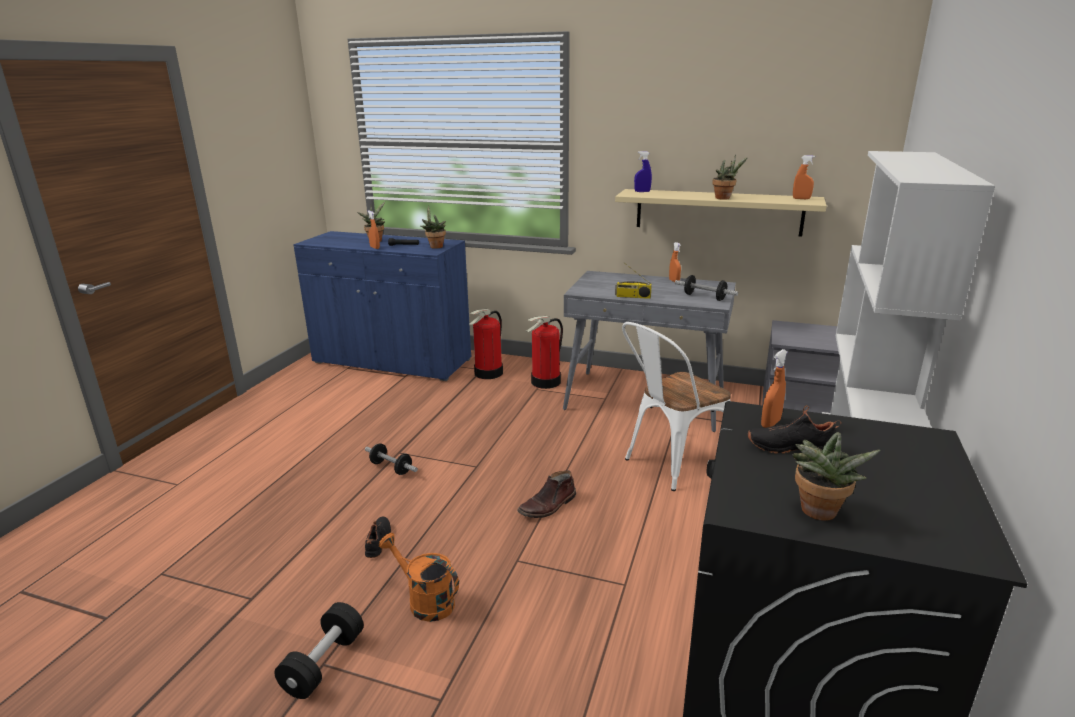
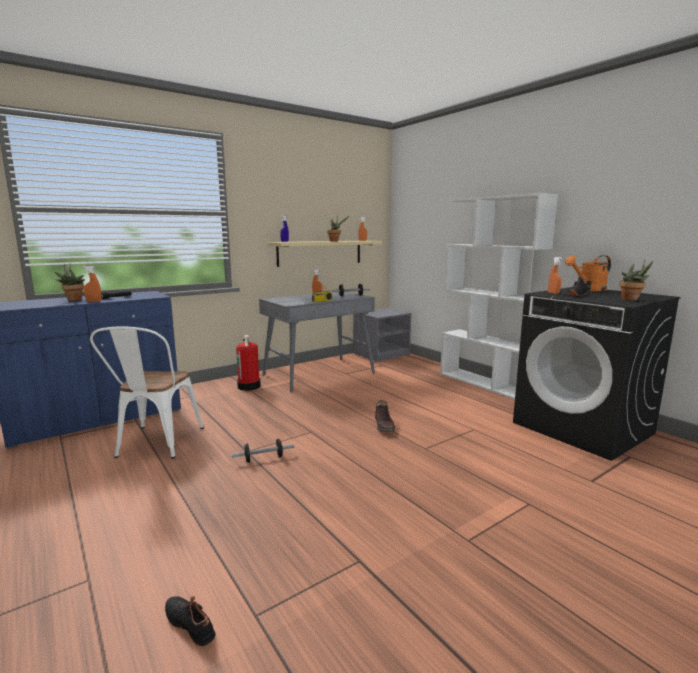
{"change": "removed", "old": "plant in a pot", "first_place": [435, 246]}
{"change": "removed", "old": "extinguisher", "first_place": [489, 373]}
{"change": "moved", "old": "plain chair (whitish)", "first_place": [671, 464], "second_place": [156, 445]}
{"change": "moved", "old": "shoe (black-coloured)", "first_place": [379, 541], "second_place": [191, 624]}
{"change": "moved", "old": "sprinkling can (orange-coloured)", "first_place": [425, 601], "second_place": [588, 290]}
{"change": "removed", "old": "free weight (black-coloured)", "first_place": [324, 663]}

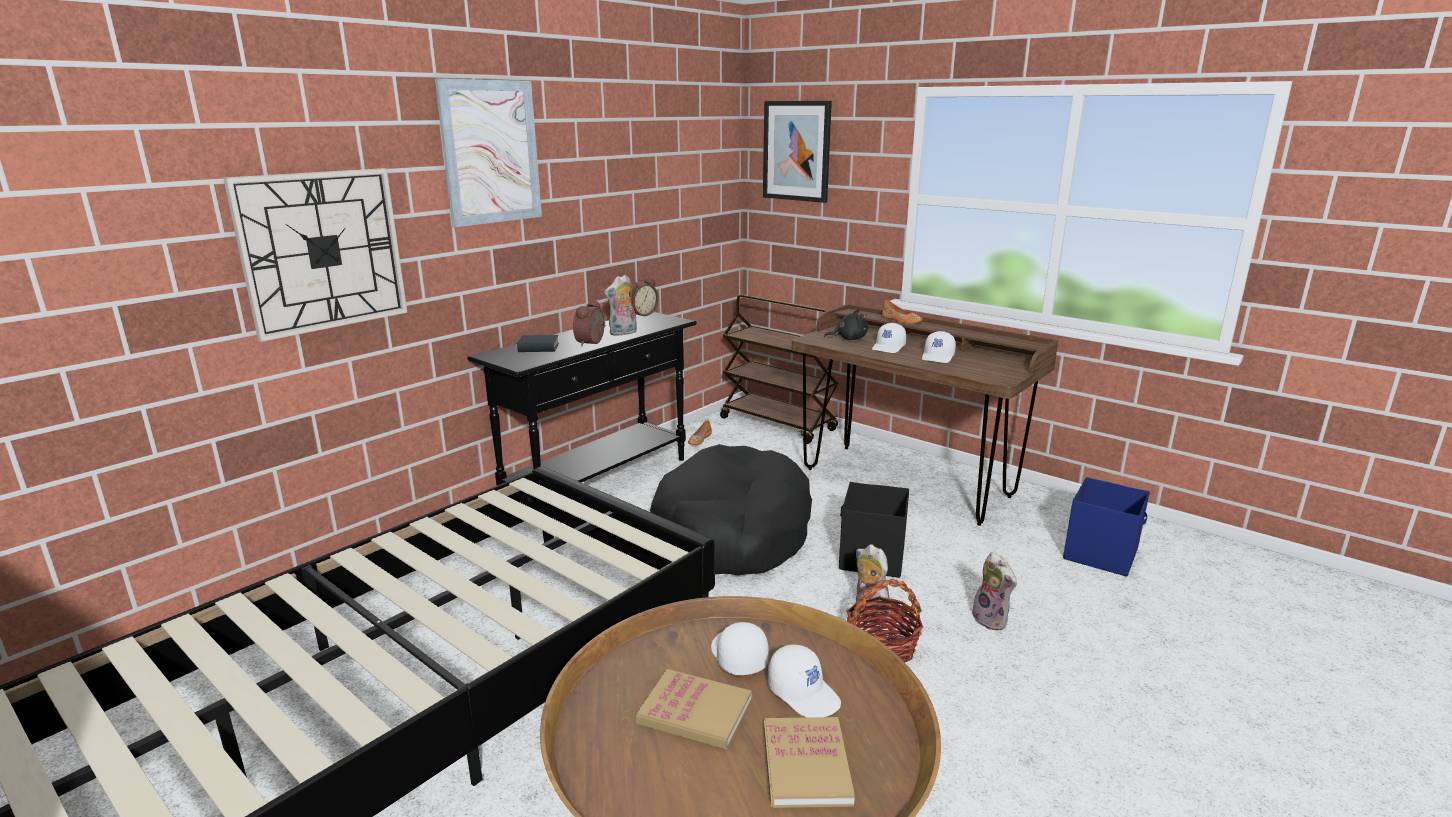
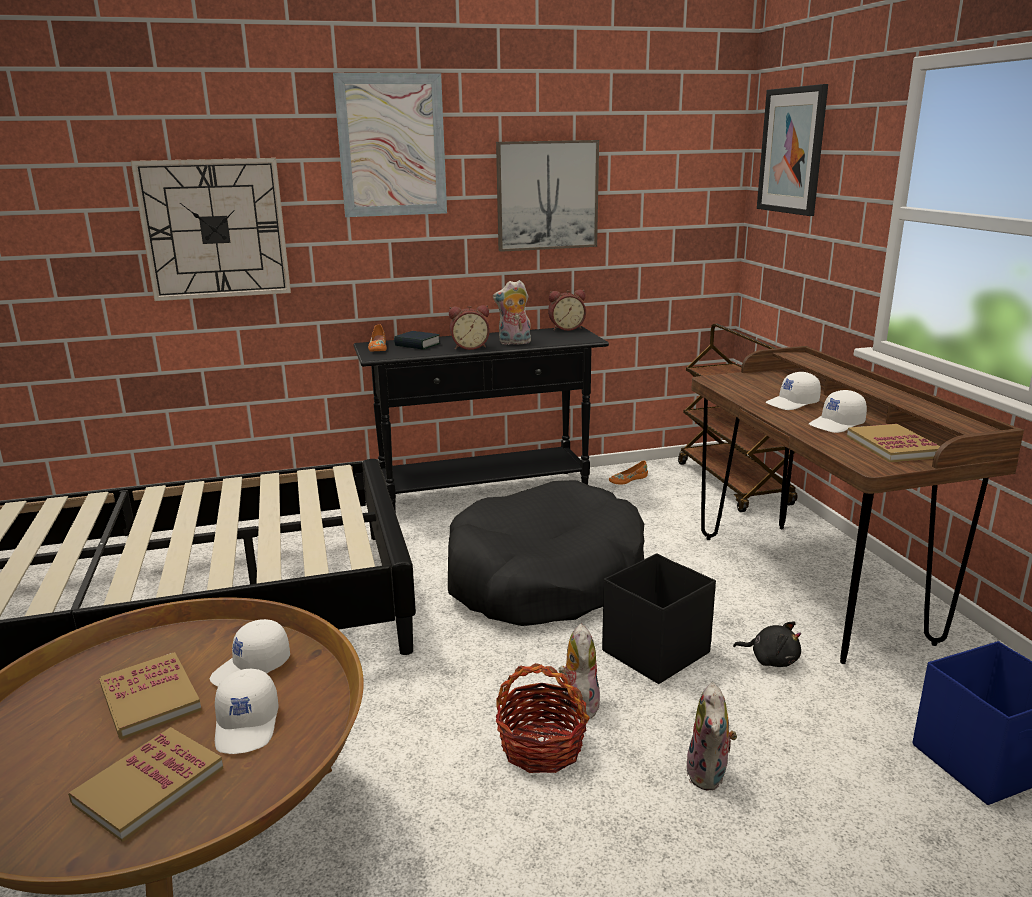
{"change": "turned", "old": "bedside clock", "first_place": [592, 343], "second_place": [469, 347], "degrees": -150}
{"change": "moved", "old": "shoe (orange-coloured)", "first_place": [901, 320], "second_place": [377, 348]}
{"change": "moved", "old": "plush toy (black-coloured)", "first_place": [849, 338], "second_place": [771, 659]}
{"change": "turned", "old": "peaked cap (whitish)", "first_place": [737, 656], "second_place": [252, 668], "degrees": -150}
{"change": "added", "new": "wall picture", "second_place": [547, 195]}
{"change": "added", "new": "bound book", "second_place": [893, 446]}

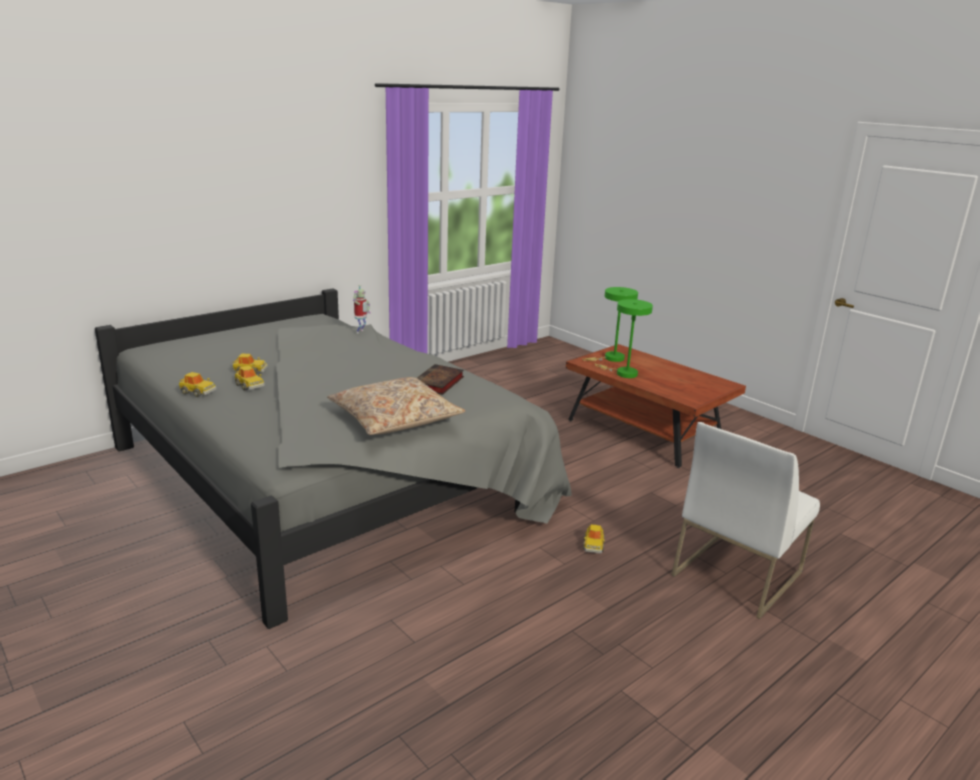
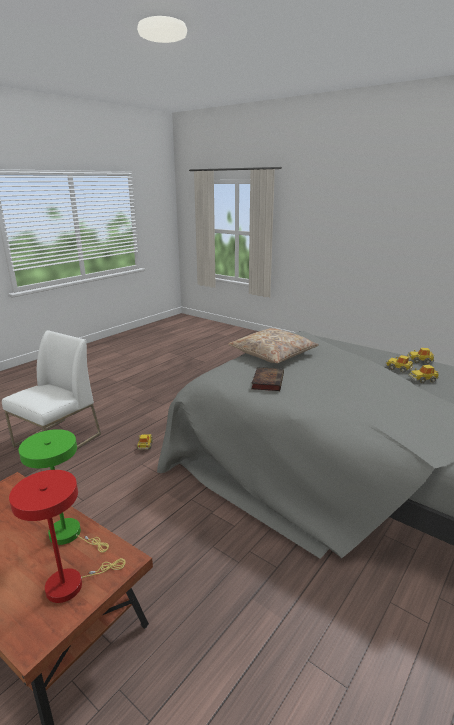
{"change": "removed", "old": "model robot", "first_place": [361, 332]}
{"change": "recoloured", "old": "lamp for a table (green-coloured)", "new": "lamp for a table (red-coloured)", "first_place": [611, 358], "second_place": [71, 584]}

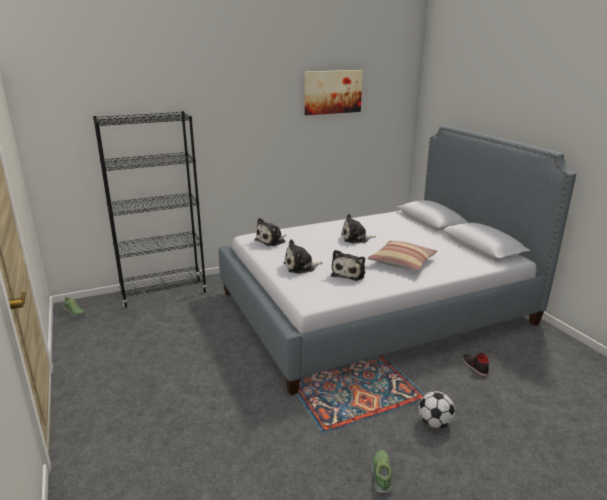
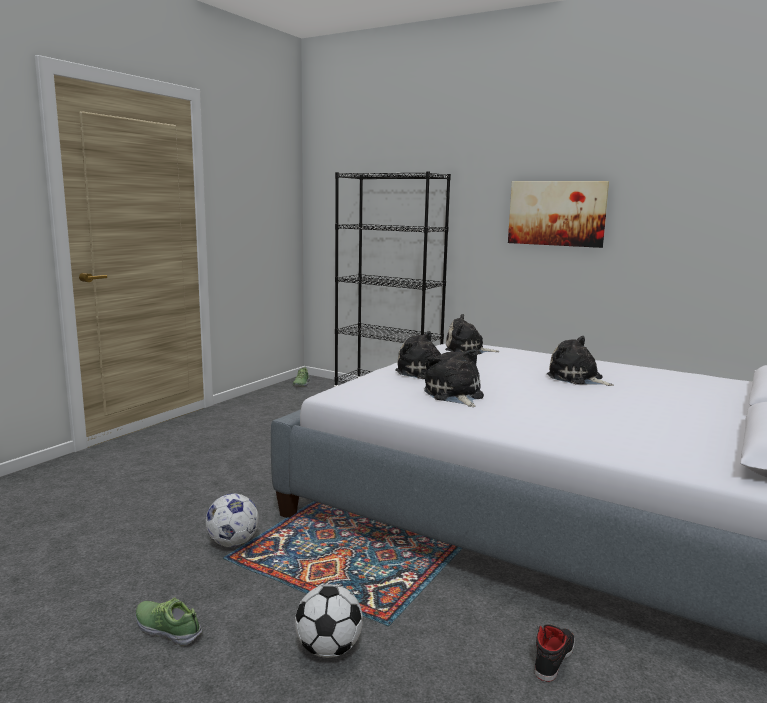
{"change": "moved", "old": "wall picture", "first_place": [332, 92], "second_place": [557, 213]}
{"change": "removed", "old": "throw pillow", "first_place": [402, 262]}
{"change": "turned", "old": "plush toy", "first_place": [349, 273], "second_place": [454, 395], "degrees": 90}
{"change": "turned", "old": "shoe", "first_place": [382, 475], "second_place": [167, 629], "degrees": -120}
{"change": "added", "new": "football", "second_place": [233, 543]}

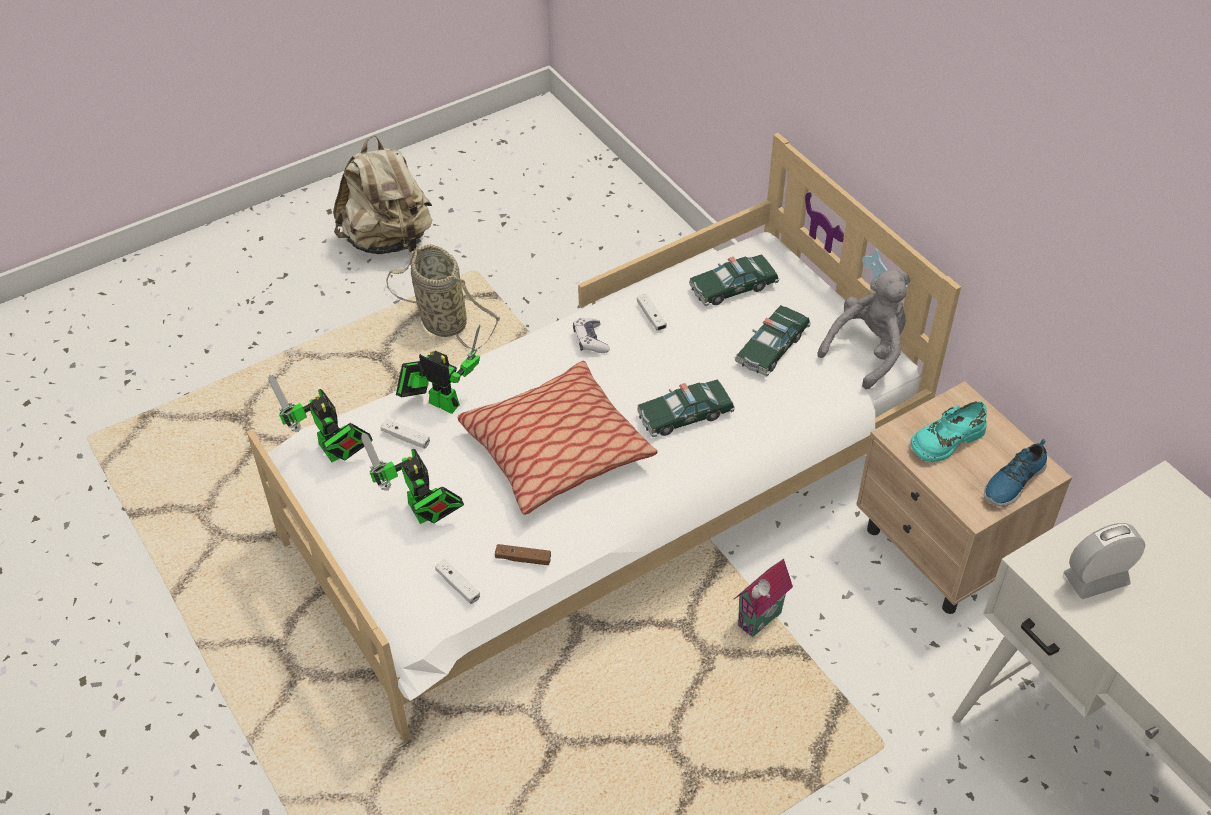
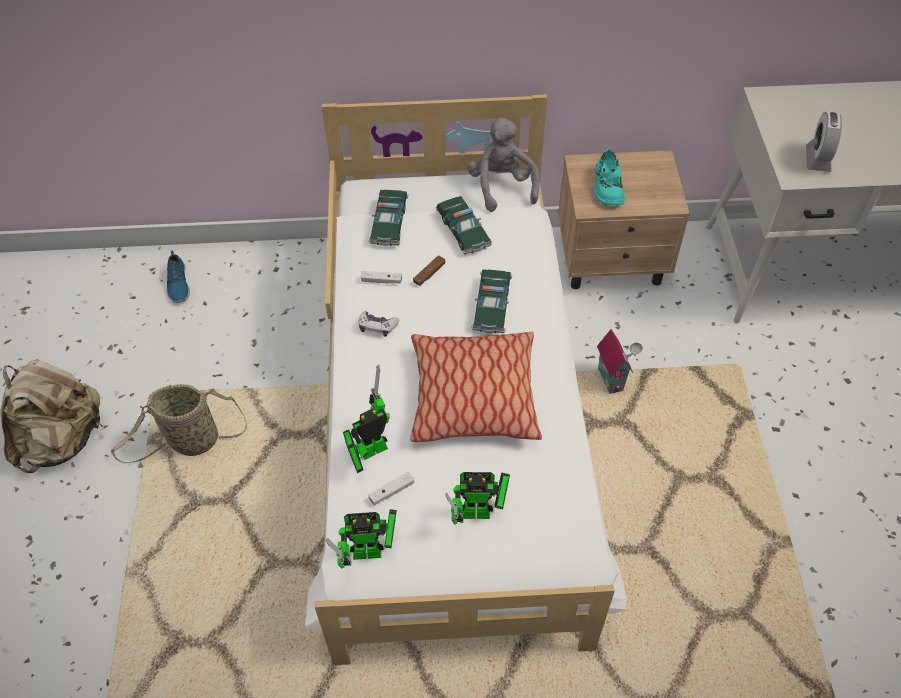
{"change": "moved", "old": "shoe", "first_place": [1012, 481], "second_place": [177, 284]}
{"change": "moved", "old": "game controller (brownish)", "first_place": [523, 559], "second_place": [429, 274]}
{"change": "removed", "old": "game controller (whitish)", "first_place": [458, 585]}

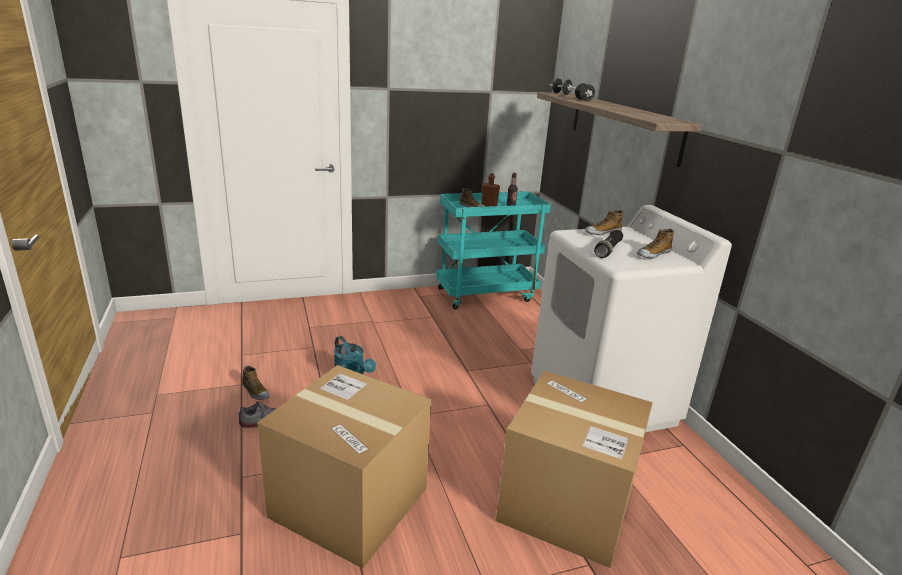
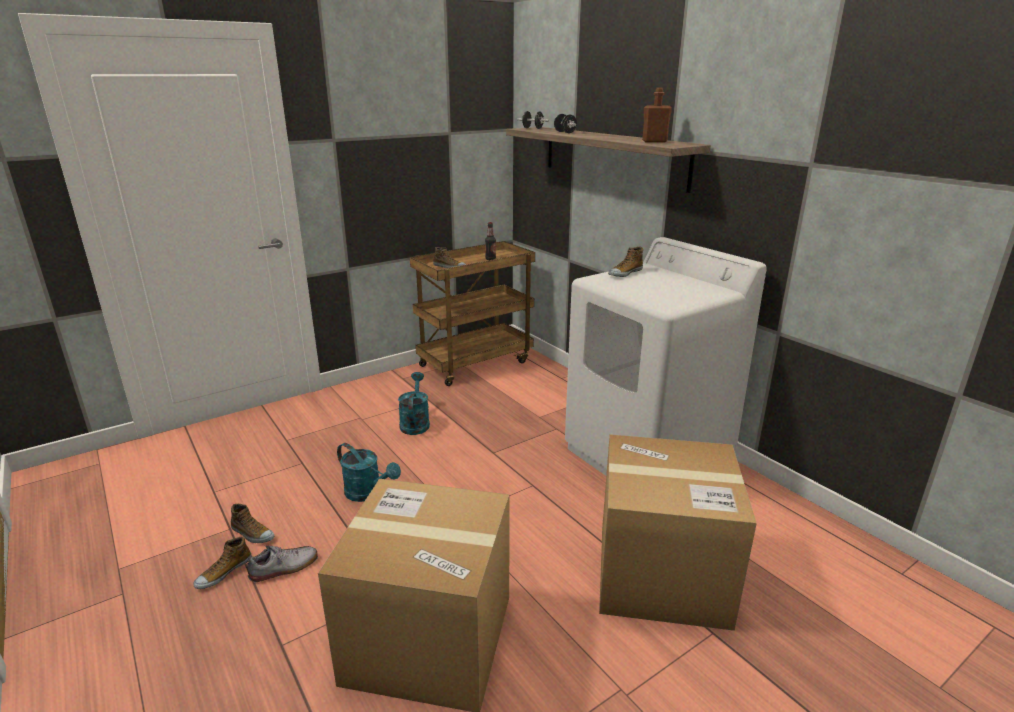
{"change": "moved", "old": "drink bottle (brownish)", "first_place": [489, 206], "second_place": [654, 141]}
{"change": "recoloured", "old": "wheeled cart (turquoise)", "new": "wheeled cart (brownish)", "first_place": [486, 294], "second_place": [475, 363]}
{"change": "moved", "old": "shoe", "first_place": [653, 254], "second_place": [223, 572]}
{"change": "removed", "old": "torch (black-coloured)", "first_place": [608, 250]}
{"change": "added", "new": "sprinkling can (turquoise)", "second_place": [415, 423]}

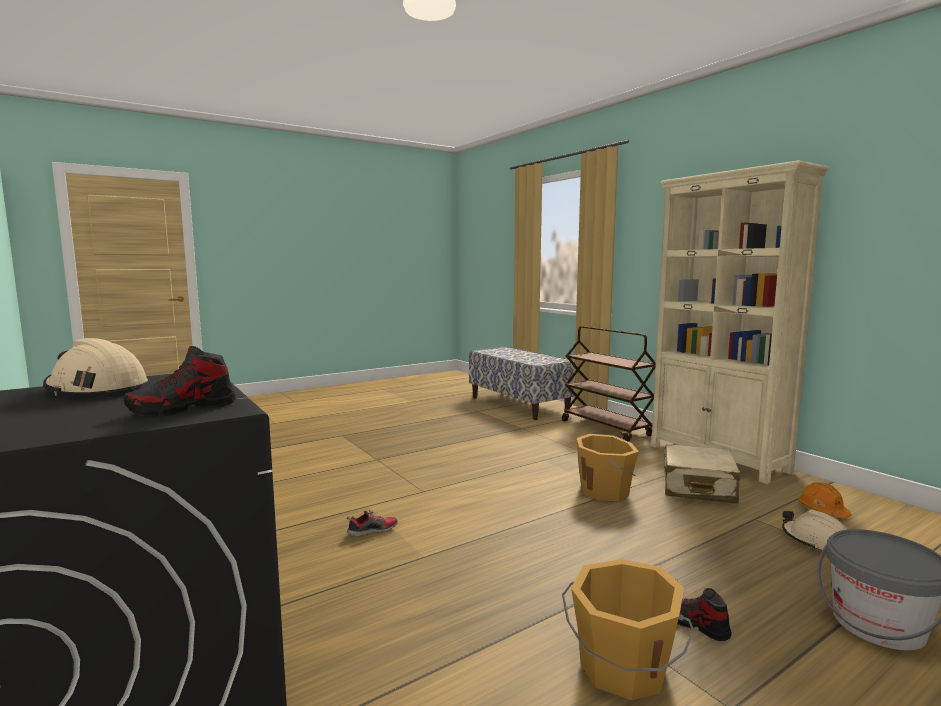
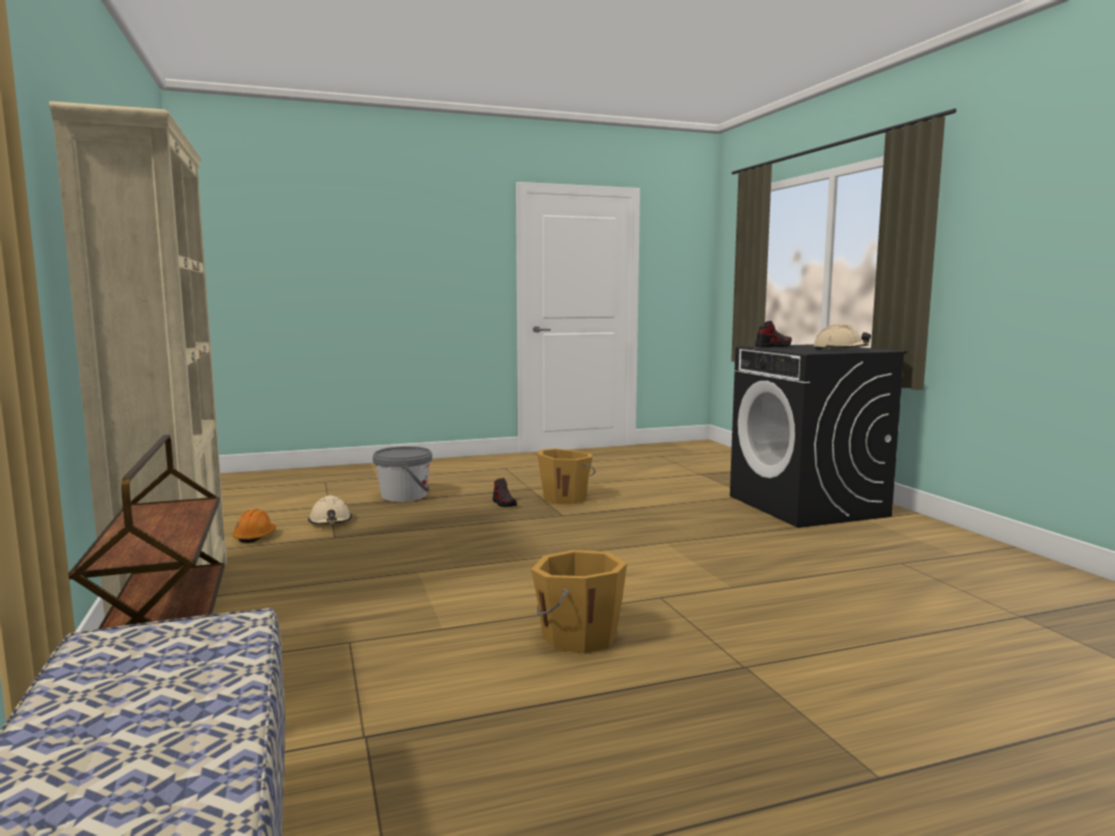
{"change": "moved", "old": "pail (orange-coloured)", "first_place": [605, 491], "second_place": [577, 636]}
{"change": "removed", "old": "suitcase (beige-coloured)", "first_place": [698, 487]}
{"change": "removed", "old": "shoe", "first_place": [372, 531]}

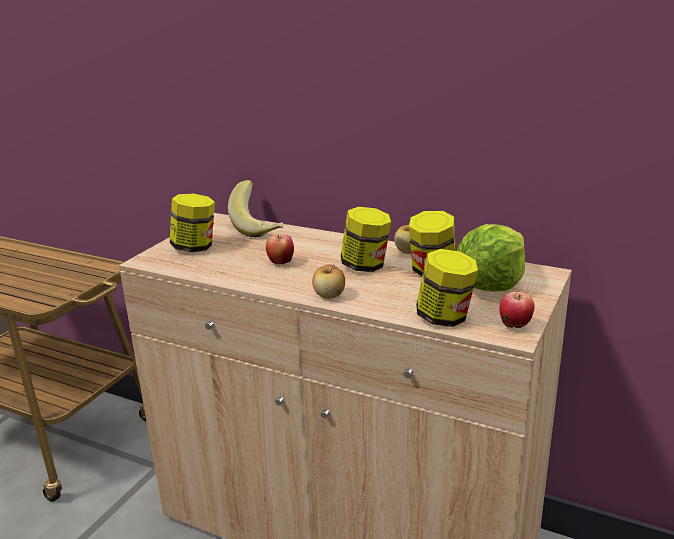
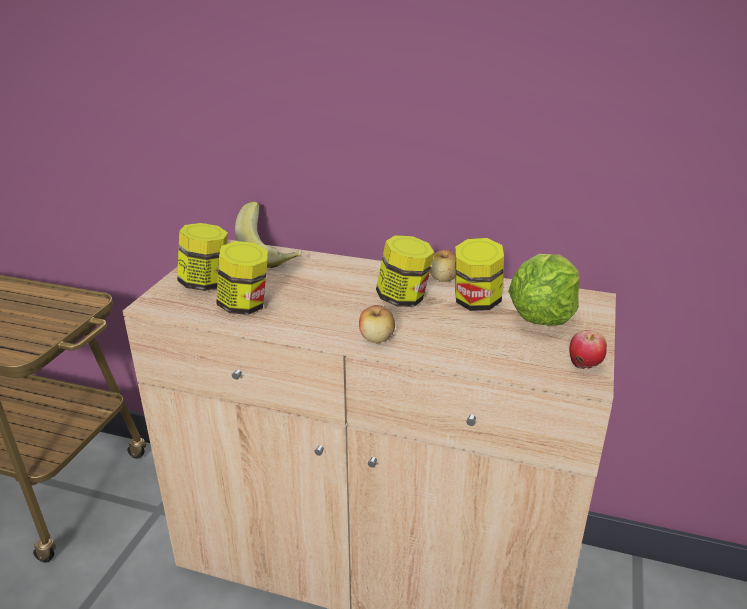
{"change": "removed", "old": "whole apple", "first_place": [281, 263]}
{"change": "moved", "old": "jar", "first_place": [445, 318], "second_place": [245, 306]}

